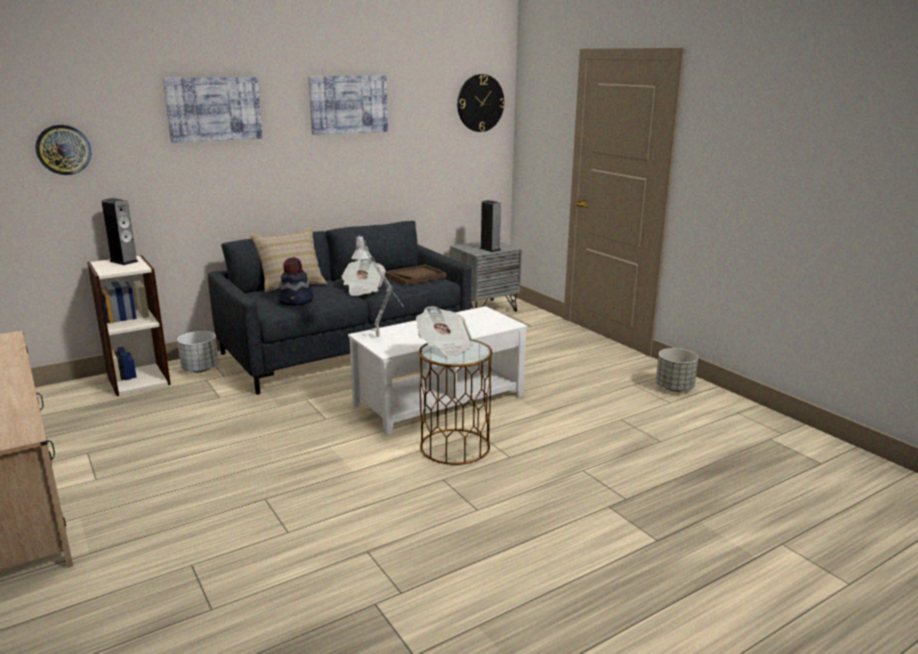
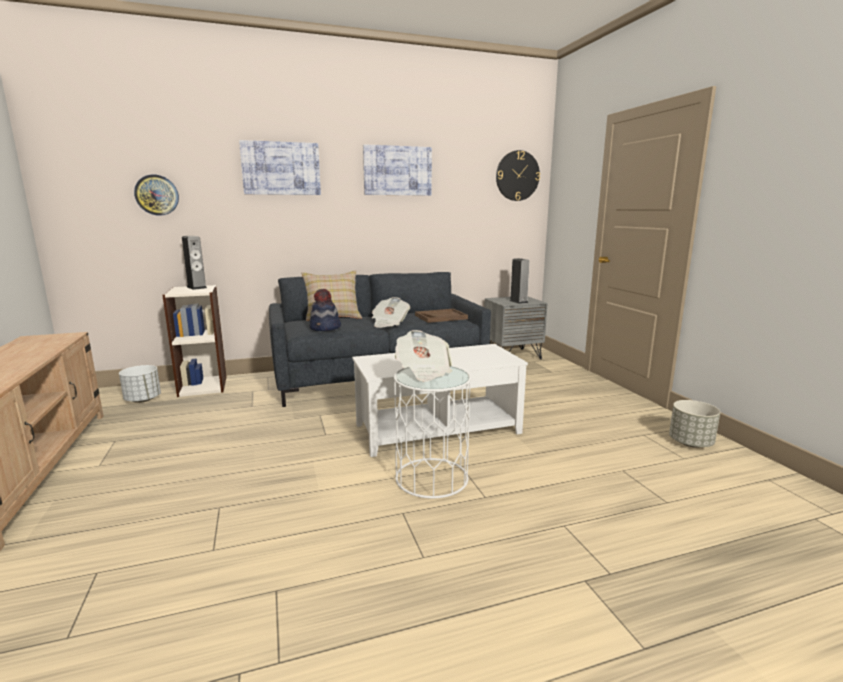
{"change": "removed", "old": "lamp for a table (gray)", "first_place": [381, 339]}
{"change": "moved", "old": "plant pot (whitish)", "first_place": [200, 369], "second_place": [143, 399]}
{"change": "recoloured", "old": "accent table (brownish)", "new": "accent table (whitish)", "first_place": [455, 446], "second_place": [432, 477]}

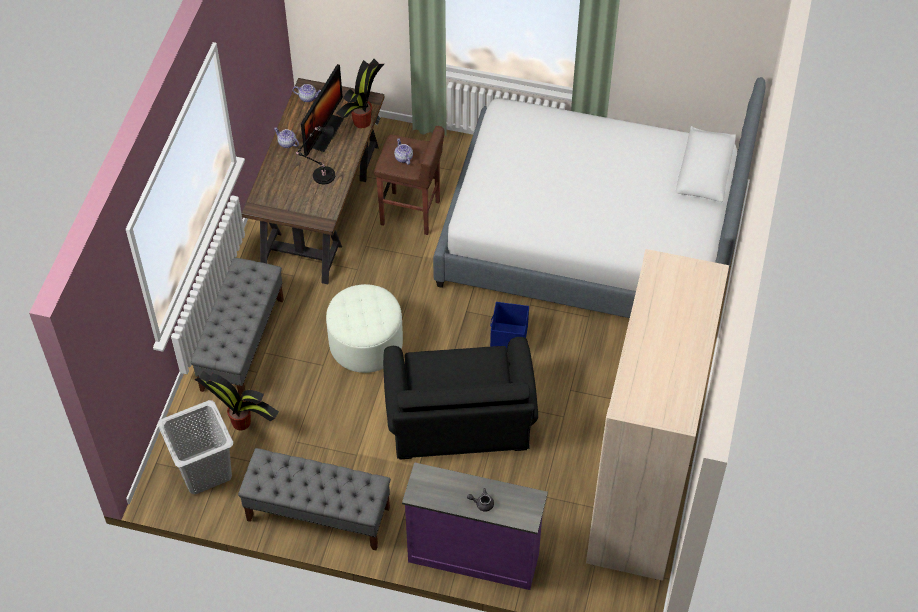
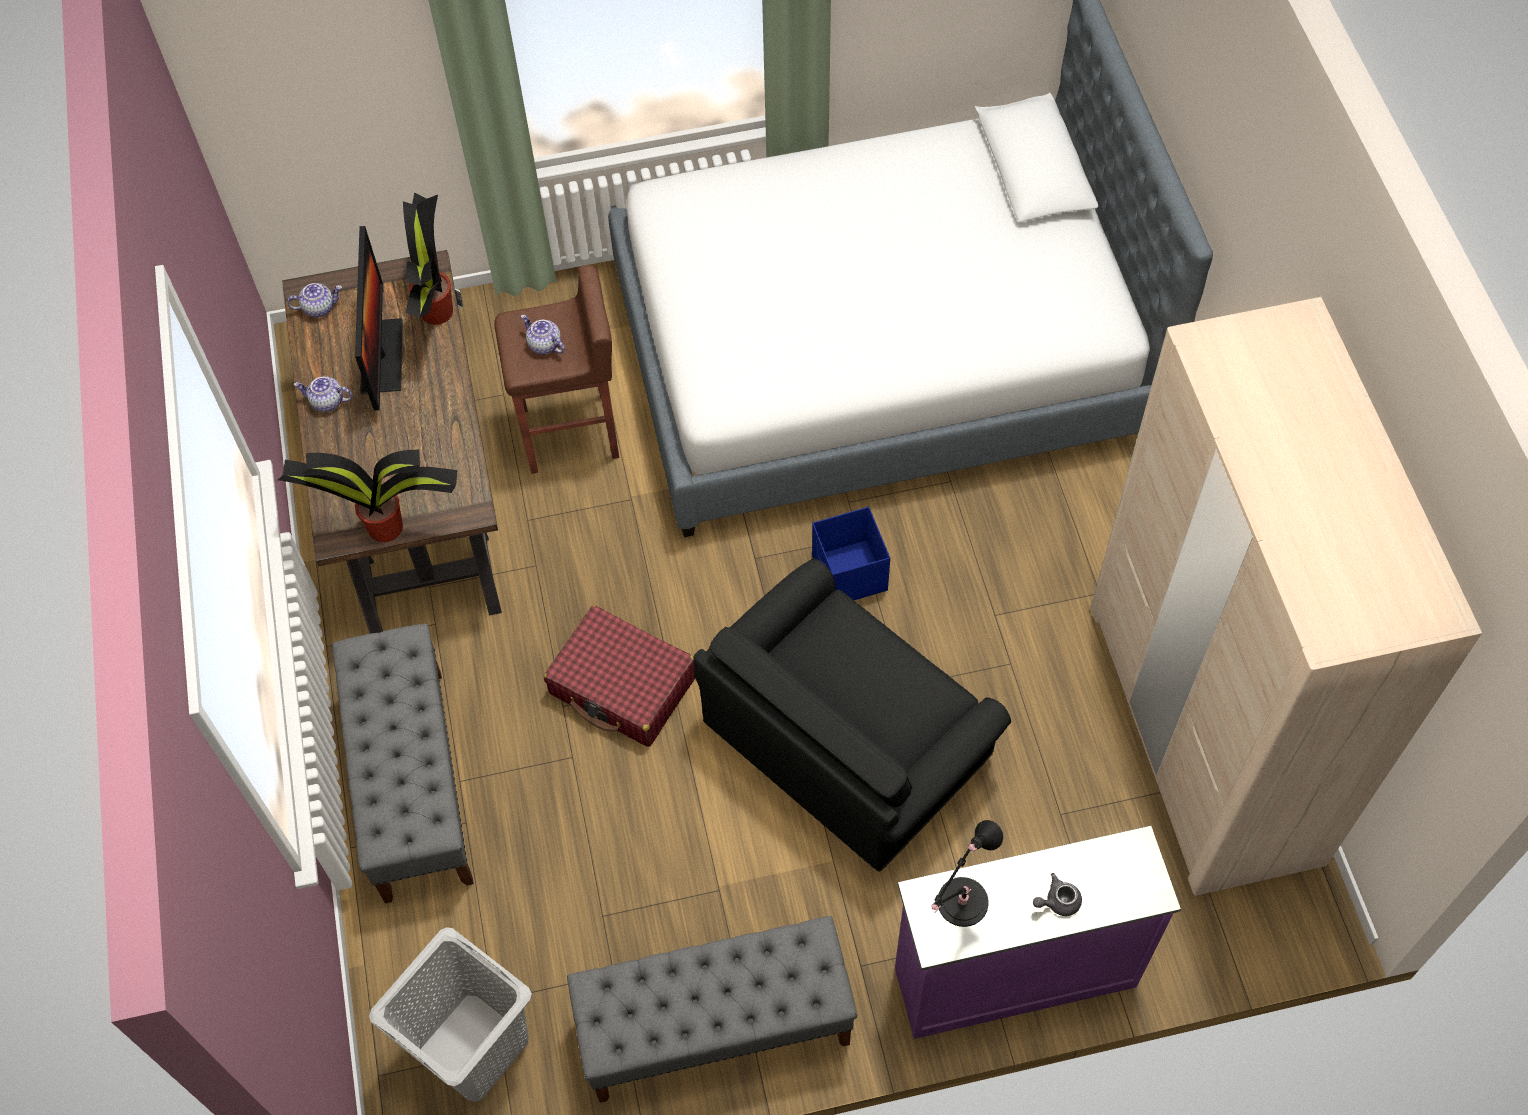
{"change": "moved", "old": "lamp for a table (black-coloured)", "first_place": [322, 176], "second_place": [959, 905]}
{"change": "replaced", "old": "footrest (whitish)", "new": "suitcase (red-coloured)", "first_place": [366, 343], "second_place": [623, 686]}
{"change": "turned", "old": "easy chair (black-coloured)", "first_place": [459, 416], "second_place": [847, 741], "degrees": 75}
{"change": "moved", "old": "plant in a pot", "first_place": [242, 423], "second_place": [387, 527]}

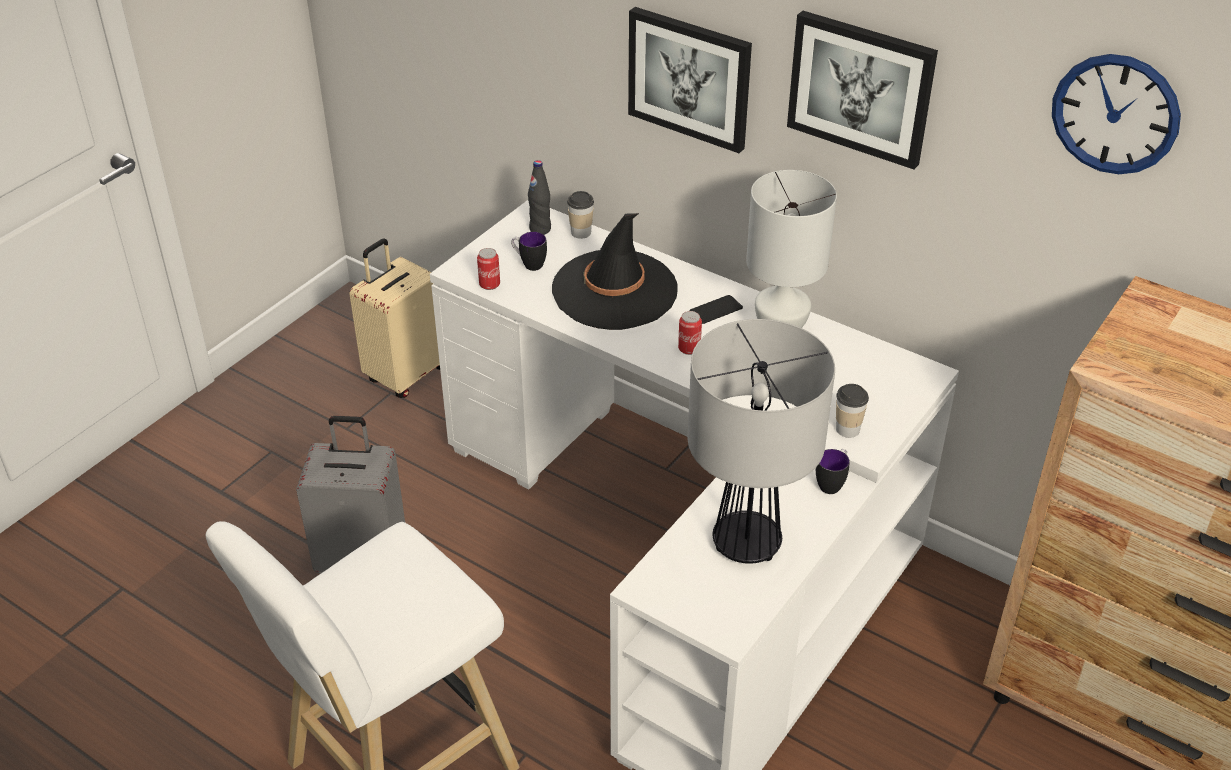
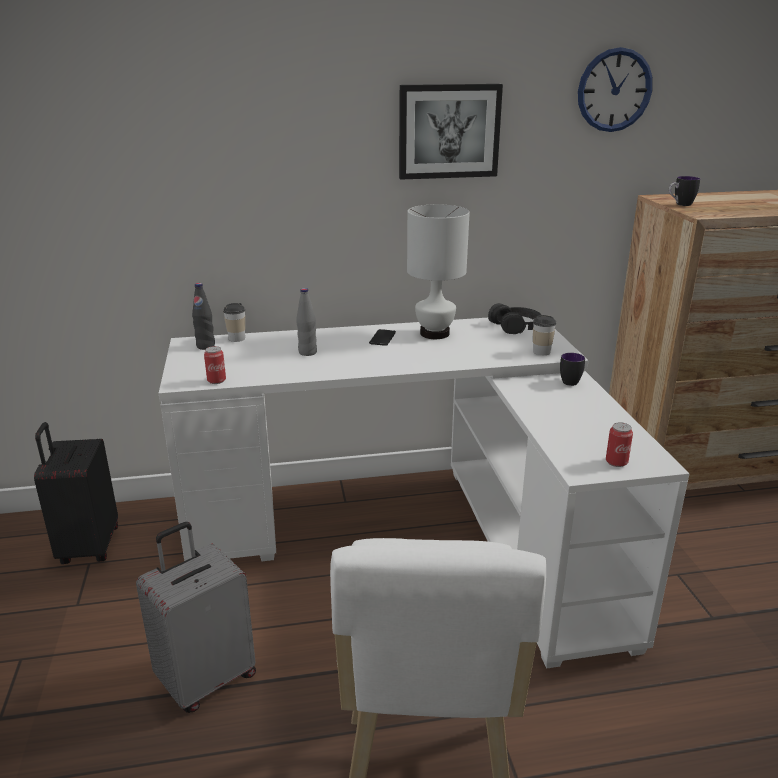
{"change": "removed", "old": "wall picture", "first_place": [690, 78]}
{"change": "replaced", "old": "hat (black-coloured)", "new": "drink bottle (gray)", "first_place": [614, 290], "second_place": [307, 352]}
{"change": "moved", "old": "tea mug", "first_place": [529, 264], "second_place": [680, 204]}
{"change": "recoloured", "old": "suitcase (beige-coloured)", "new": "suitcase (black-coloured)", "first_place": [405, 374], "second_place": [88, 547]}
{"change": "moved", "old": "metal can", "first_place": [689, 349], "second_place": [616, 462]}
{"change": "removed", "old": "lamp for a table", "first_place": [747, 544]}
{"change": "added", "new": "headset (black-coloured)", "second_place": [516, 326]}

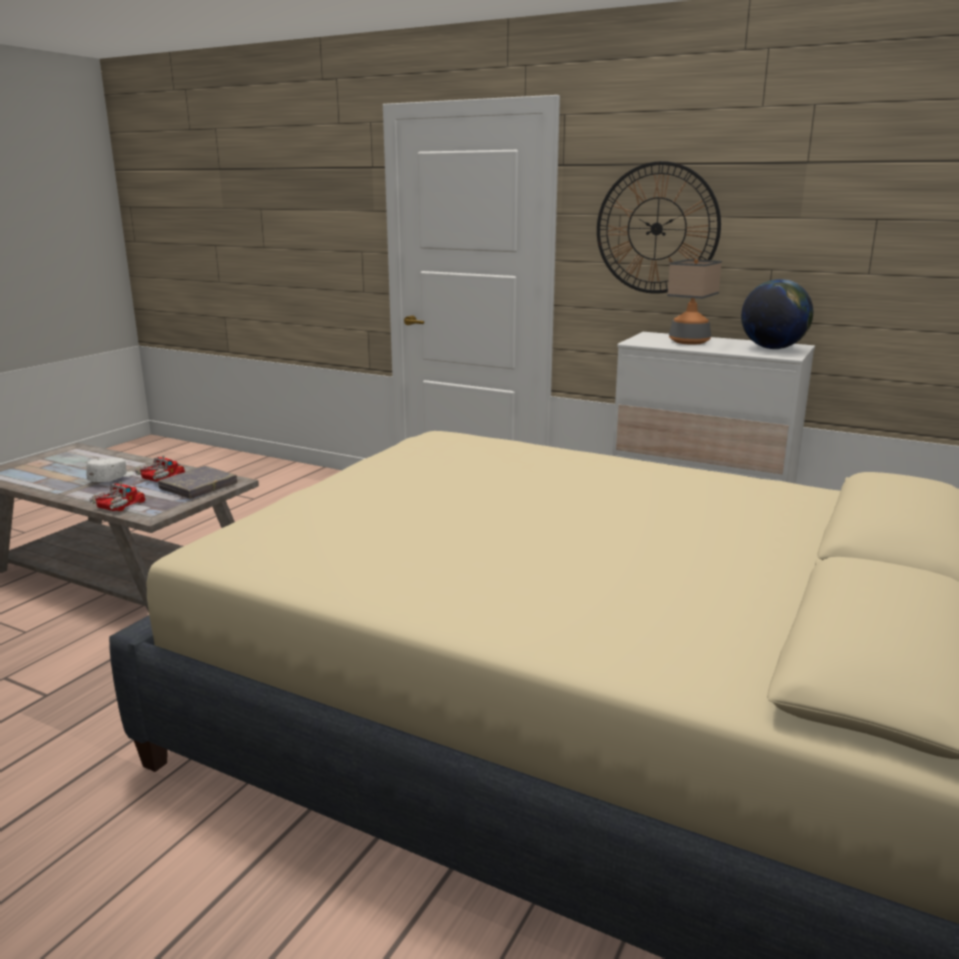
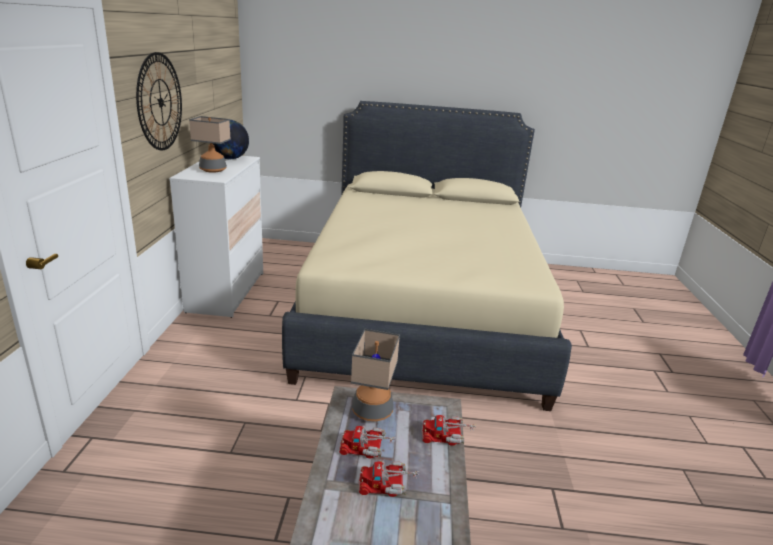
{"change": "replaced", "old": "peaked cap (whitish)", "new": "toy lorry", "first_place": [112, 479], "second_place": [388, 485]}
{"change": "replaced", "old": "bound book (gray)", "new": "lamp for a table", "first_place": [198, 487], "second_place": [372, 411]}

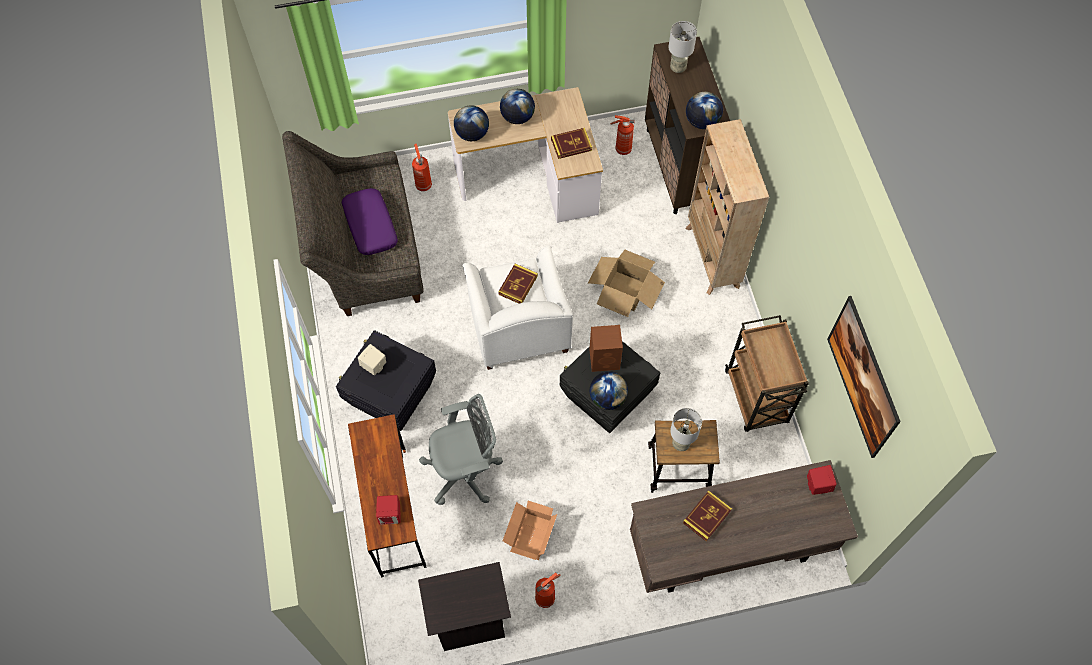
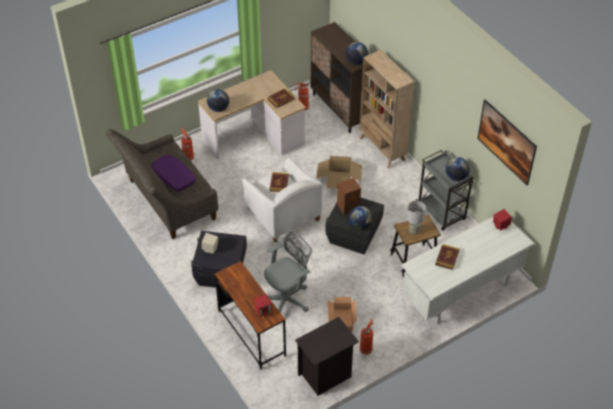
{"change": "removed", "old": "lamp for a table (gray)", "first_place": [677, 67]}
{"change": "moved", "old": "desk globe", "first_place": [517, 117], "second_place": [456, 177]}
{"change": "recoloured", "old": "wheeled cart (brownish)", "new": "wheeled cart (gray)", "first_place": [756, 398], "second_place": [441, 212]}
{"change": "recoloured", "old": "desk unit (brownish)", "new": "desk unit (whitish)", "first_place": [728, 550], "second_place": [461, 292]}

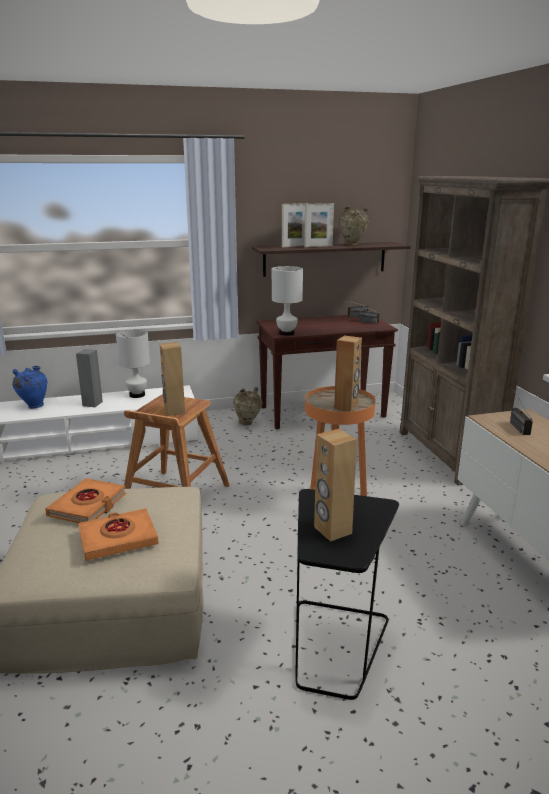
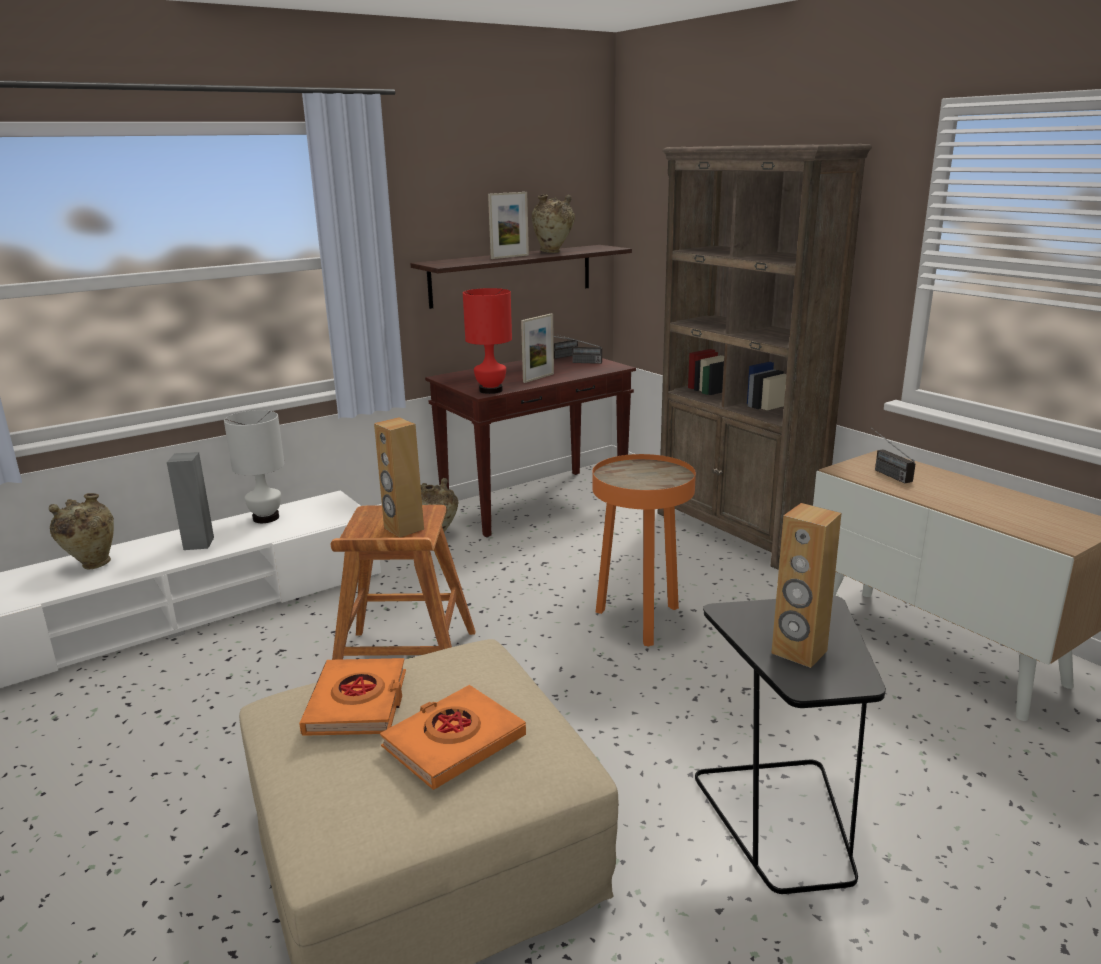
{"change": "moved", "old": "photo frame", "first_place": [294, 246], "second_place": [538, 378]}
{"change": "recoloured", "old": "lamp for a table (whitish)", "new": "lamp for a table (red-coloured)", "first_place": [286, 333], "second_place": [490, 390]}
{"change": "removed", "old": "loudspeaker (brownish)", "first_place": [346, 406]}
{"change": "recoloured", "old": "vase (blue)", "new": "vase (beige-coloured)", "first_place": [34, 406], "second_place": [92, 564]}

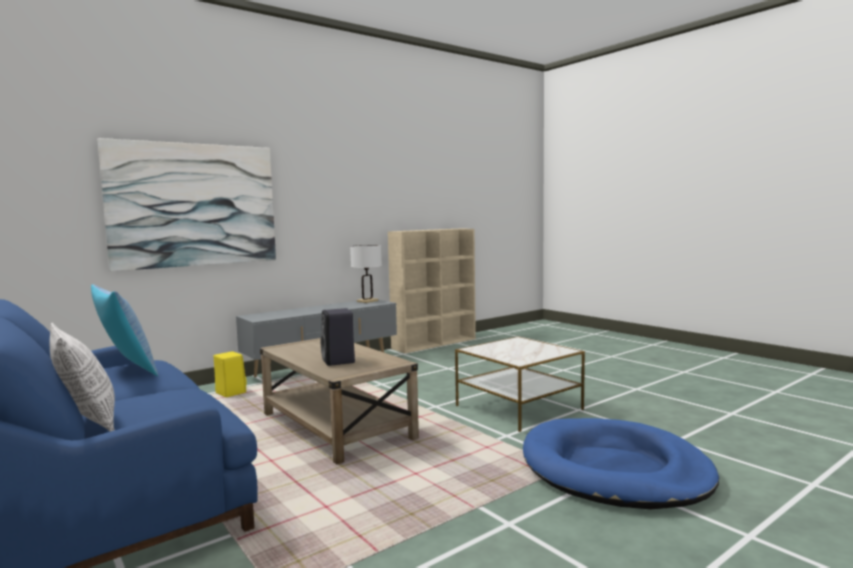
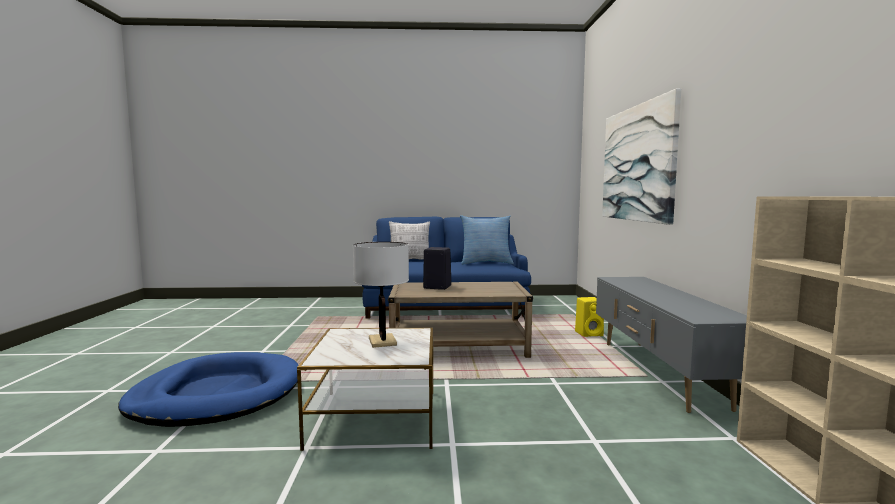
{"change": "moved", "old": "lamp for a table (whitish)", "first_place": [367, 301], "second_place": [382, 341]}

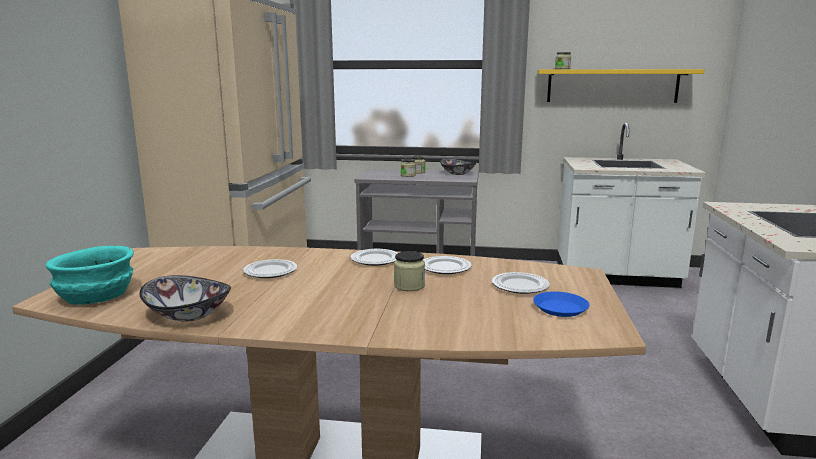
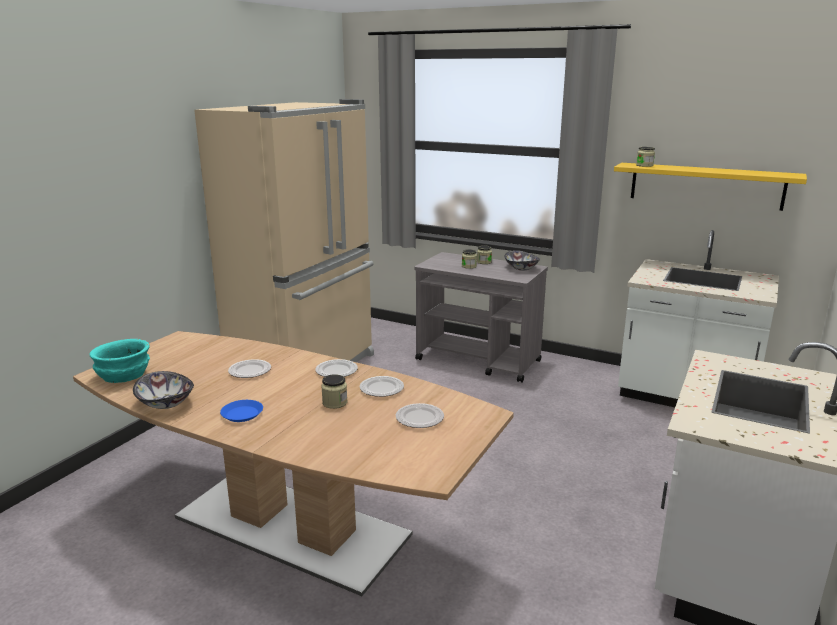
{"change": "moved", "old": "plate (blue)", "first_place": [560, 308], "second_place": [242, 414]}

